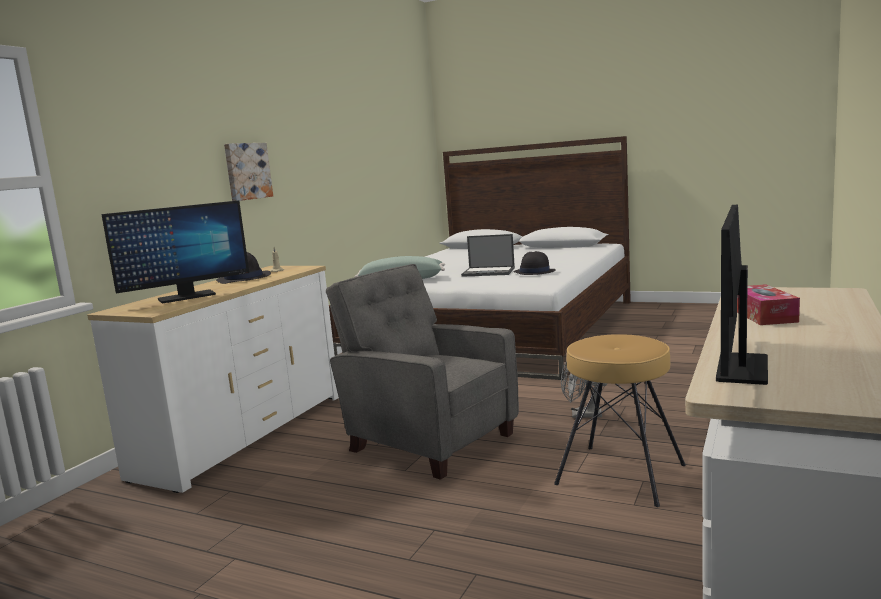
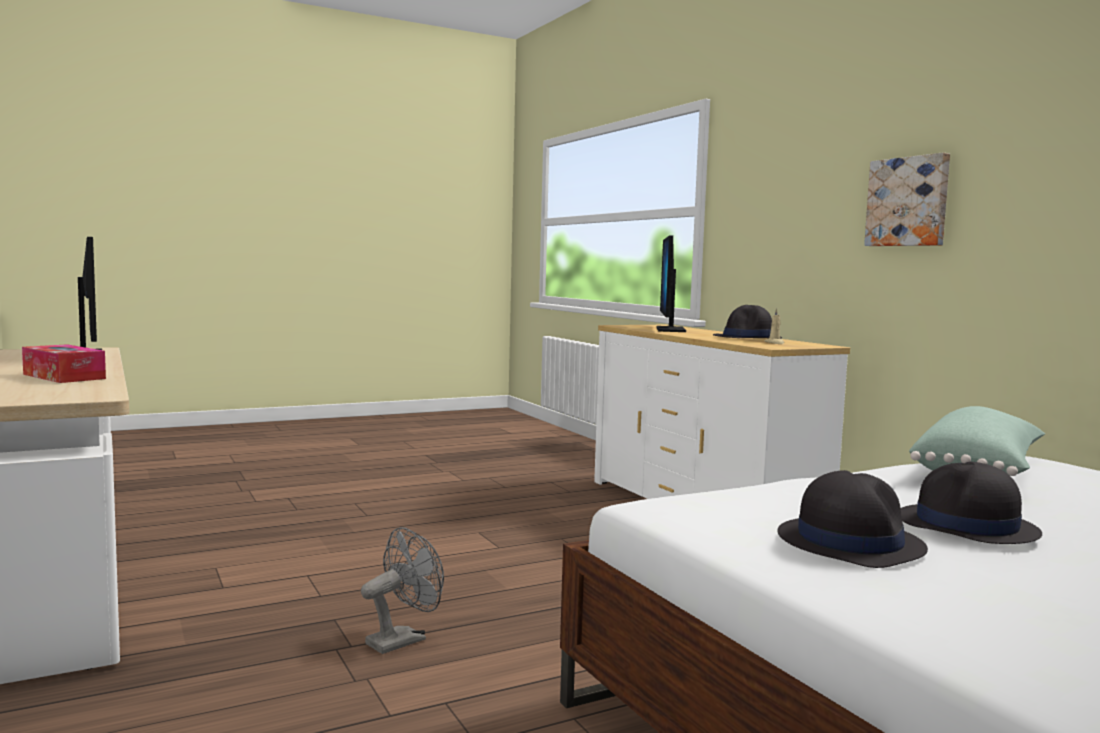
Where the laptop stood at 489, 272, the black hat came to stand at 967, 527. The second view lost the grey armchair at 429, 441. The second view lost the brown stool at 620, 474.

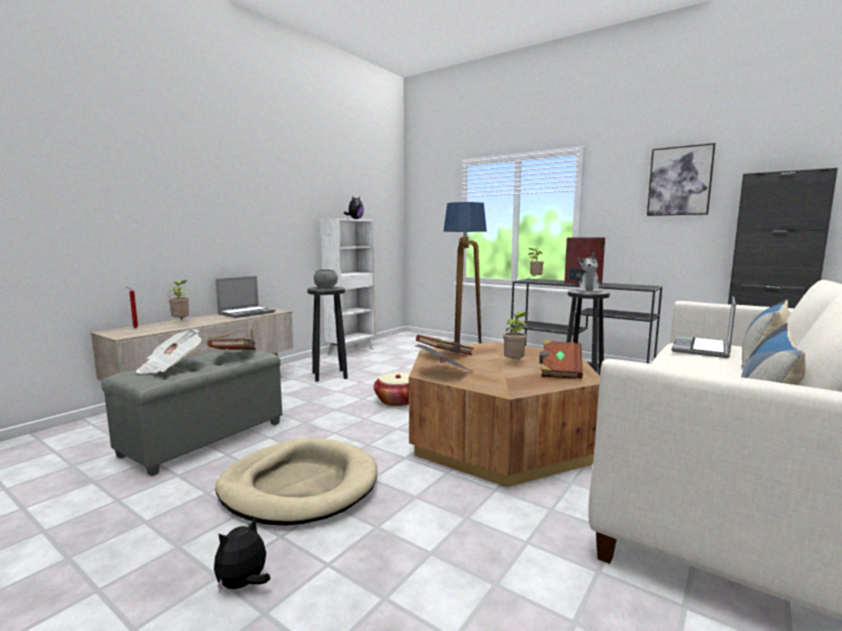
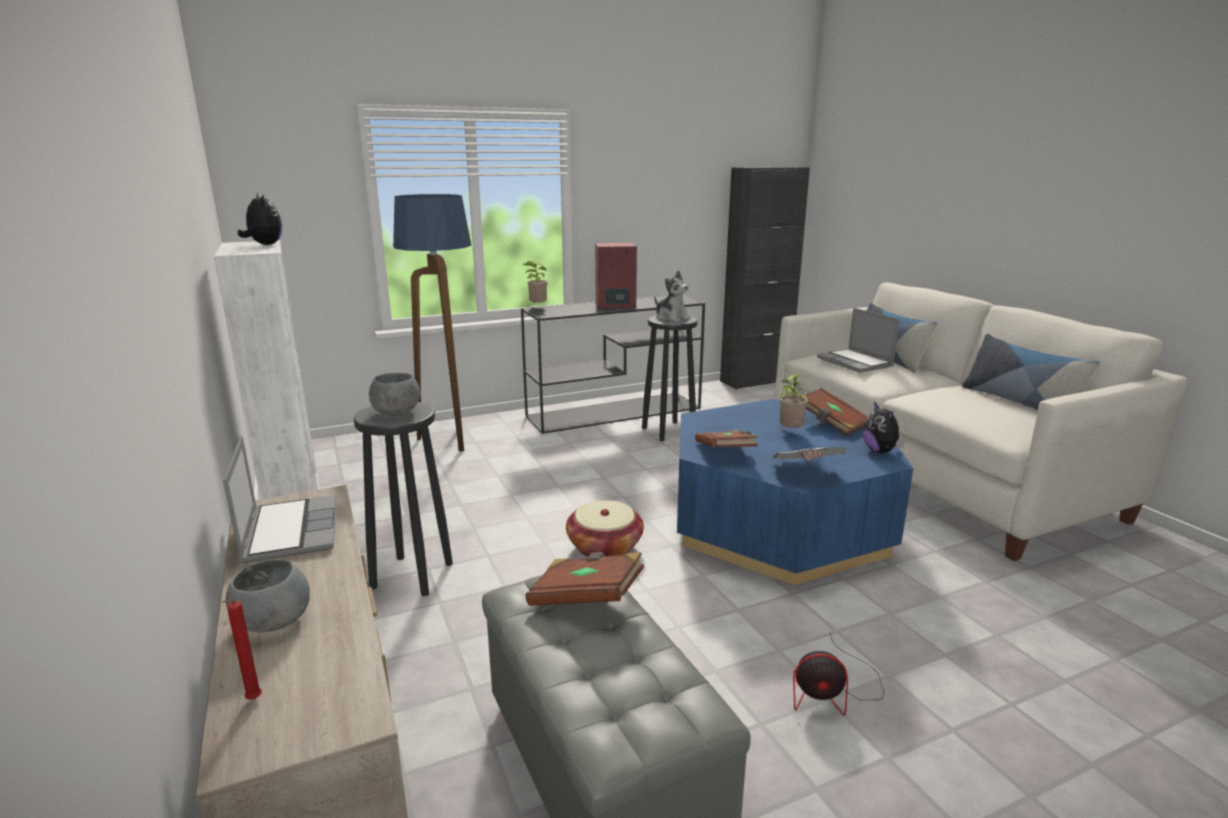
Where the potted plant stood at 181, 322, the grey bowl came to stand at 273, 622. What was the brown coffee table at 499, 438 turned into the blue coffee table at 778, 523. Where the beige dog bed stood at 299, 486, the fan came to stand at 832, 691. The plush toy ended up elsewhere, having gone from 243, 585 to 880, 451. The second view lost the newspaper at 170, 367. The second view lost the picture at 679, 181.

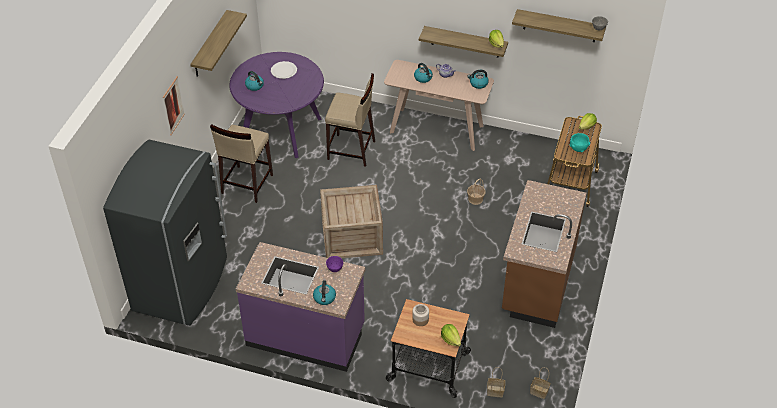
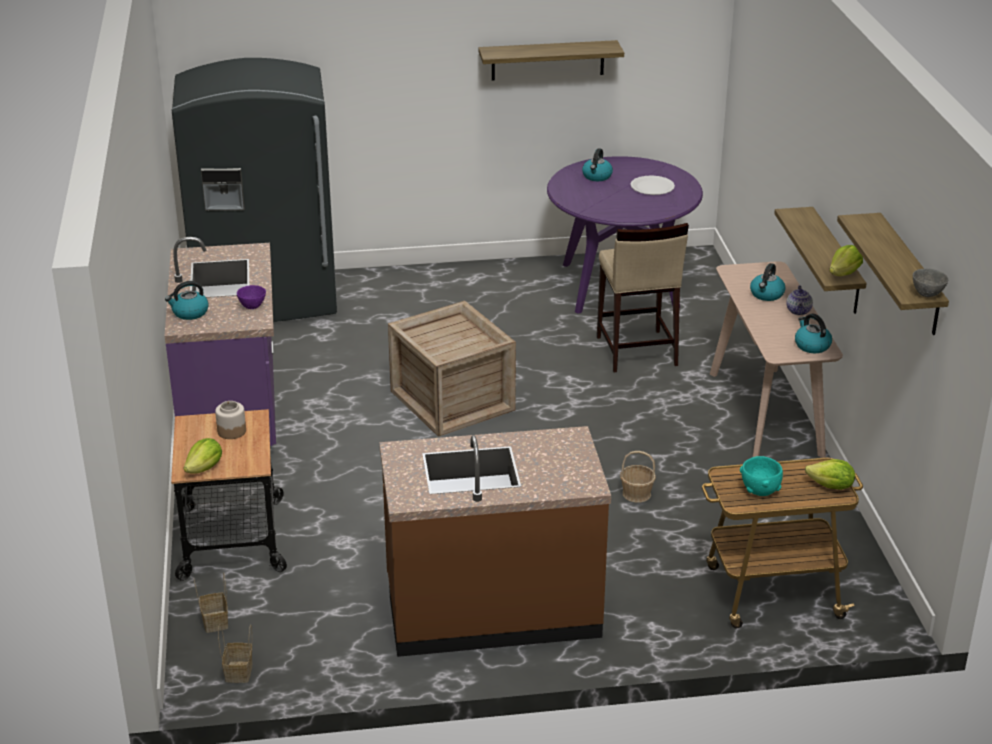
The second view lost the picture at 173, 105. The second view lost the beige stool at 246, 184.

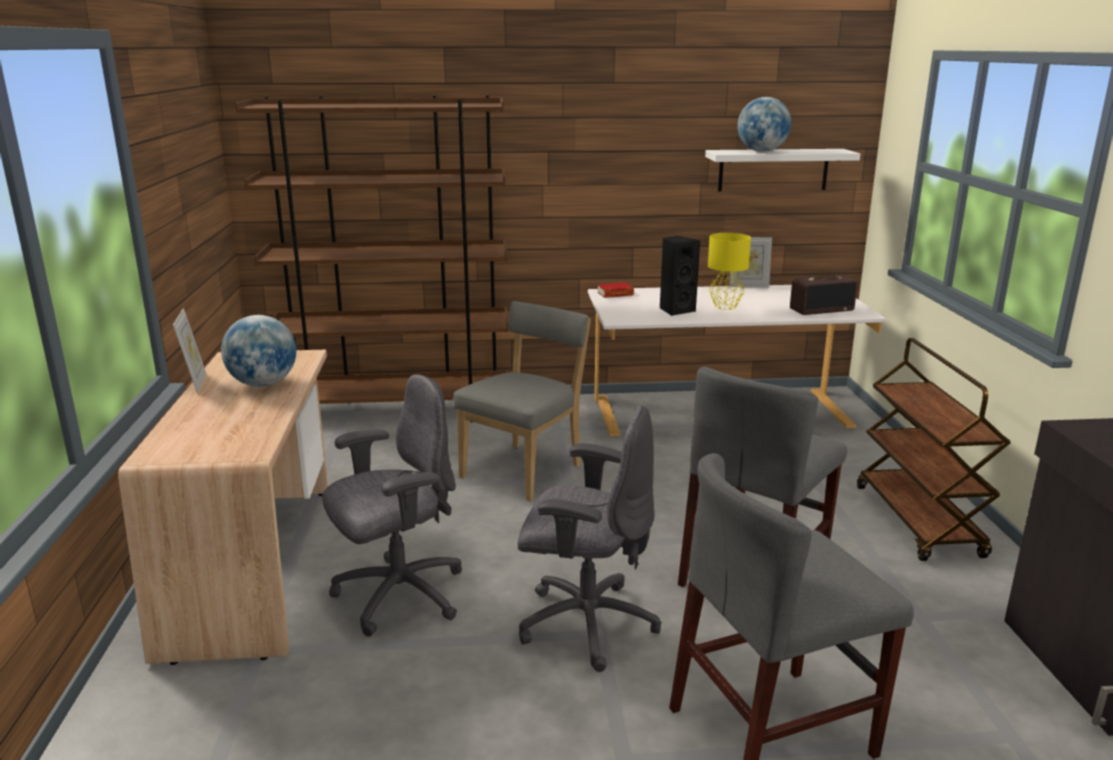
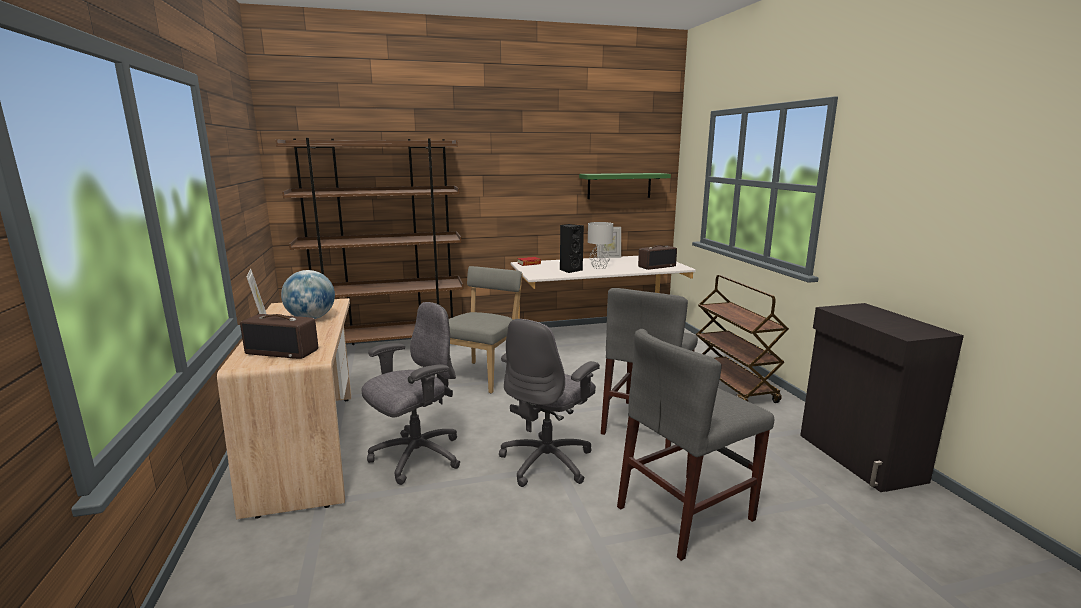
The second view gained the radio at 283, 352. The grey office chair at 585, 623 ended up facing another way, 120 degrees clockwise from before. What was the white shelf at 773, 170 turned into the green shelf at 619, 186. What was the yellow table lamp at 726, 306 turned into the grey table lamp at 599, 267. The second view lost the globe at 761, 151.

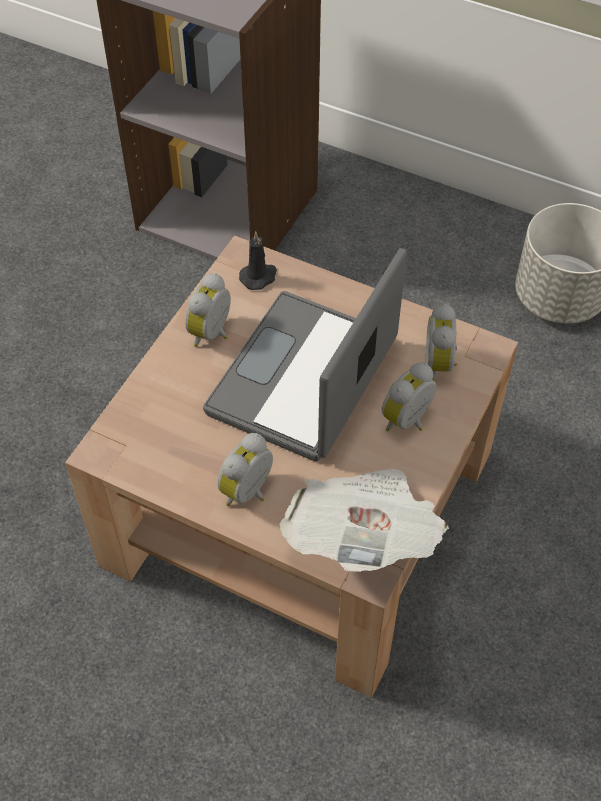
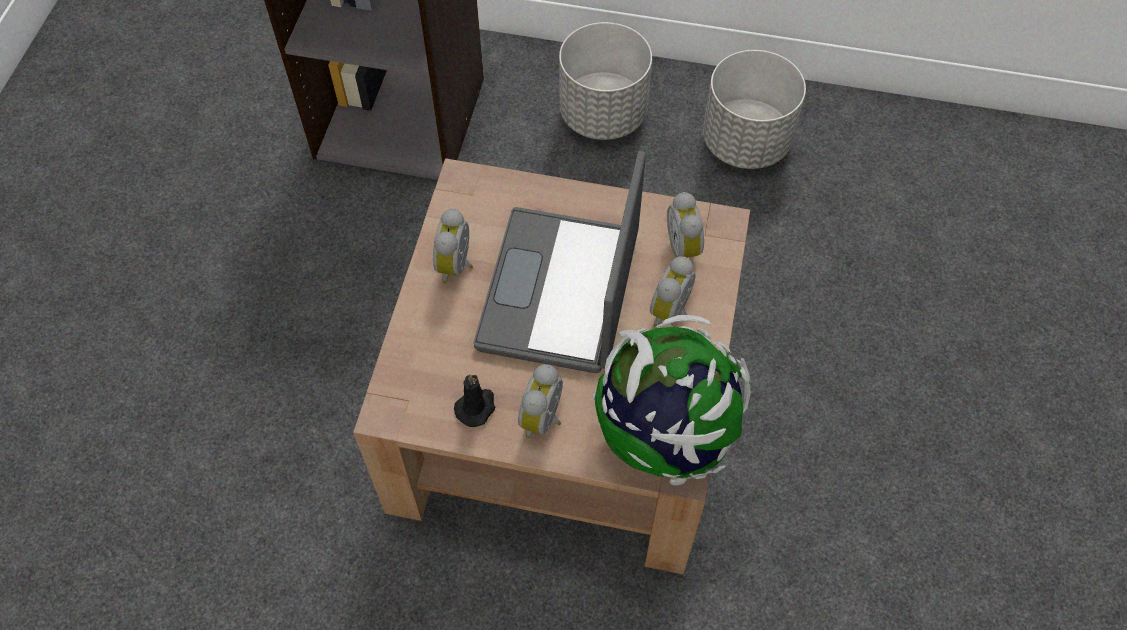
The black candle ended up elsewhere, having gone from 259, 276 to 476, 407. The second view gained the grey planter at 603, 114. Where the newspaper stood at 363, 536, the globe came to stand at 665, 436.

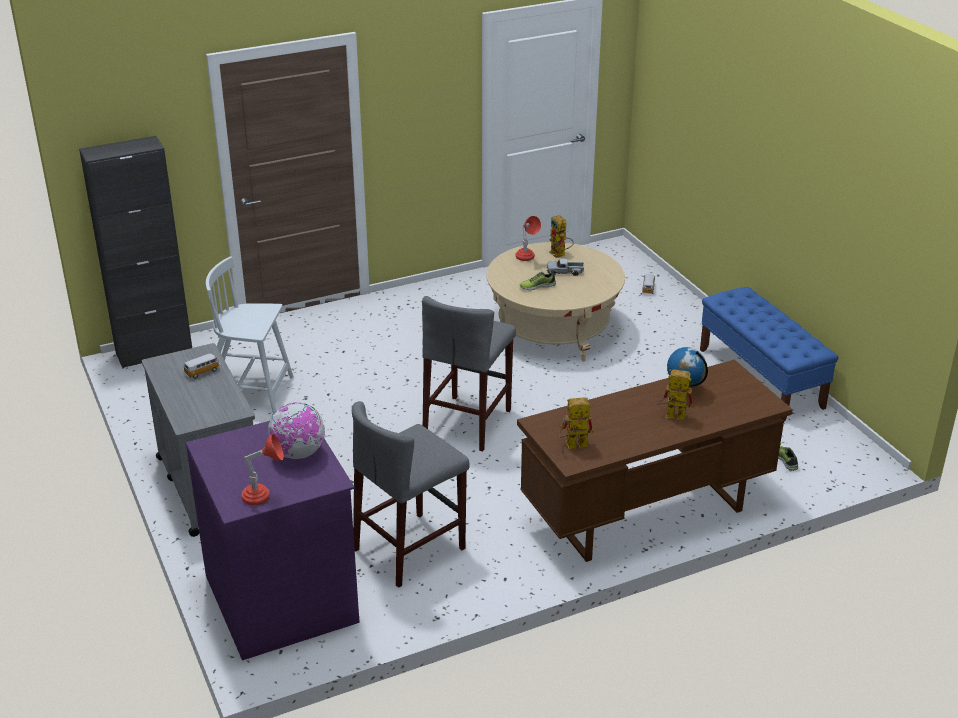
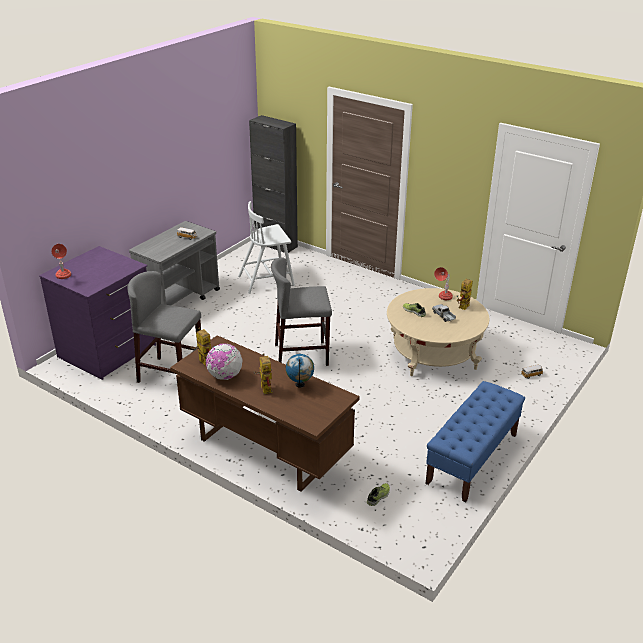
The globe ended up elsewhere, having gone from 298, 453 to 225, 376. The white chair at 248, 391 ended up facing another way, 90 degrees counterclockwise from before.

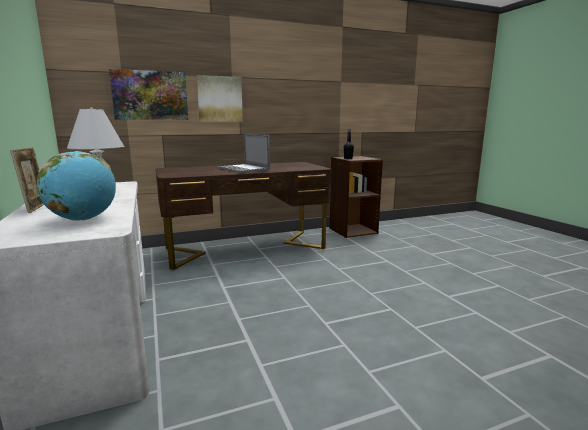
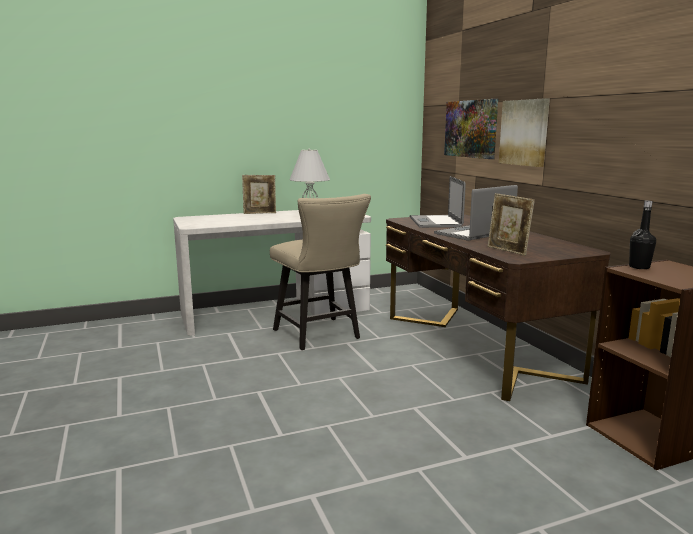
The second view gained the beige chair at 320, 336. The second view gained the laptop at 435, 222. The second view gained the picture frame at 507, 251. The second view lost the globe at 83, 219.

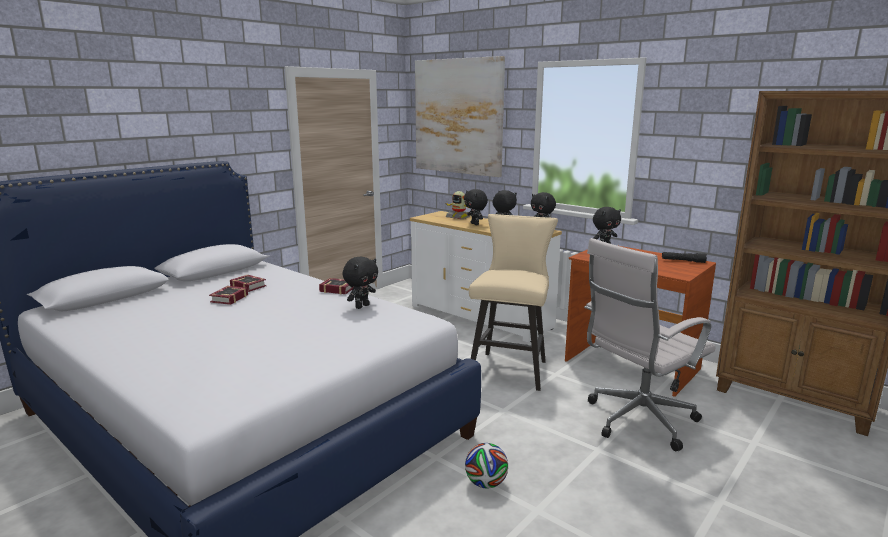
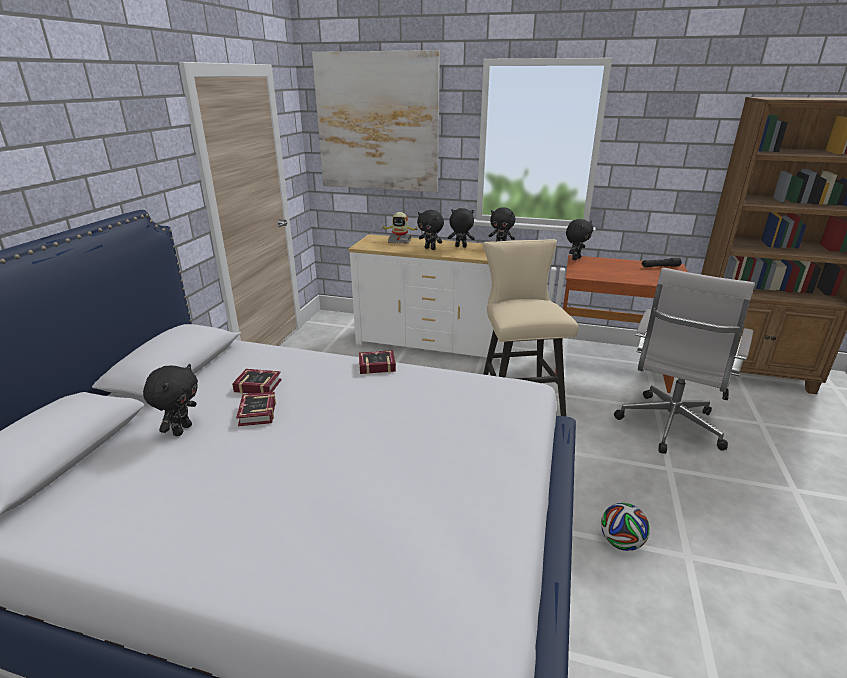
The black plush toy ended up elsewhere, having gone from 362, 306 to 182, 430.

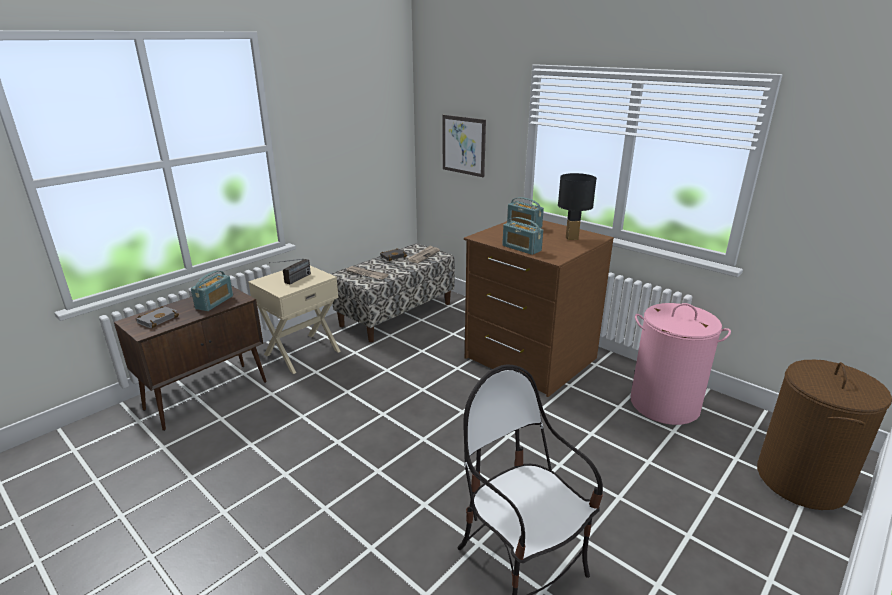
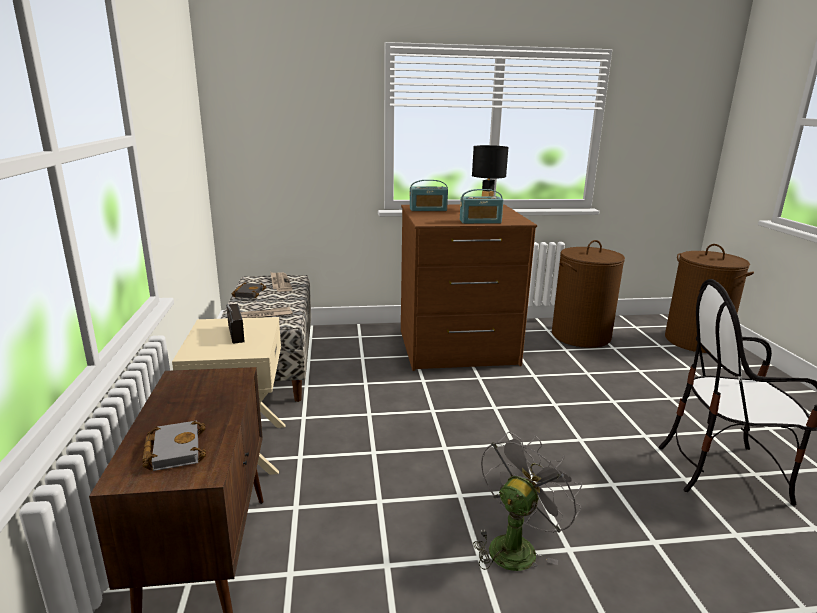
The second view gained the grey fan at 516, 545. What was the pink laundry basket at 664, 404 turned into the brown laundry basket at 581, 336. The second view lost the radio at 214, 302. The second view lost the picture at 463, 145.

